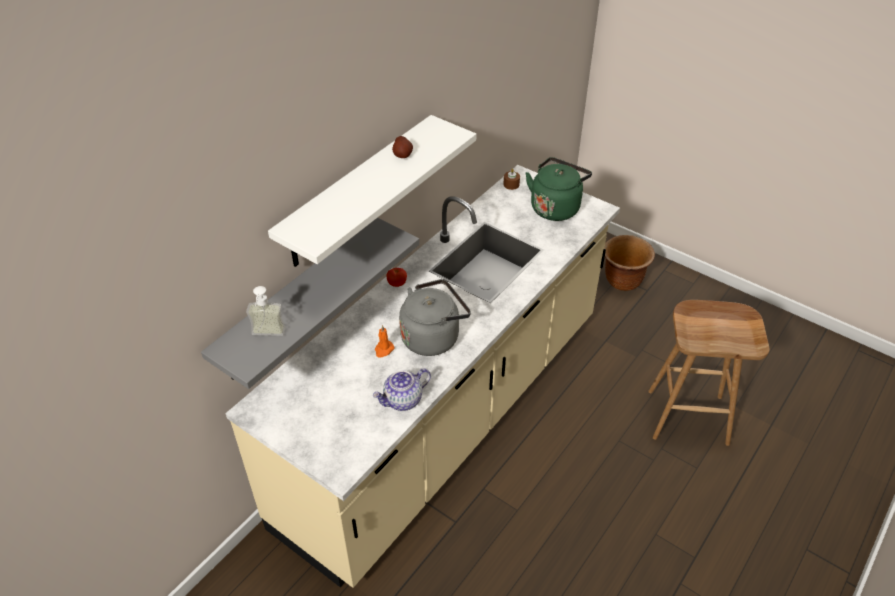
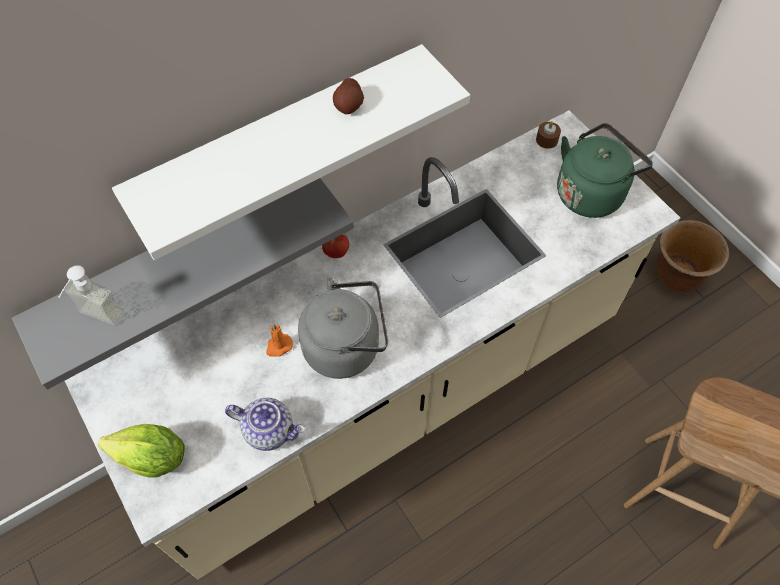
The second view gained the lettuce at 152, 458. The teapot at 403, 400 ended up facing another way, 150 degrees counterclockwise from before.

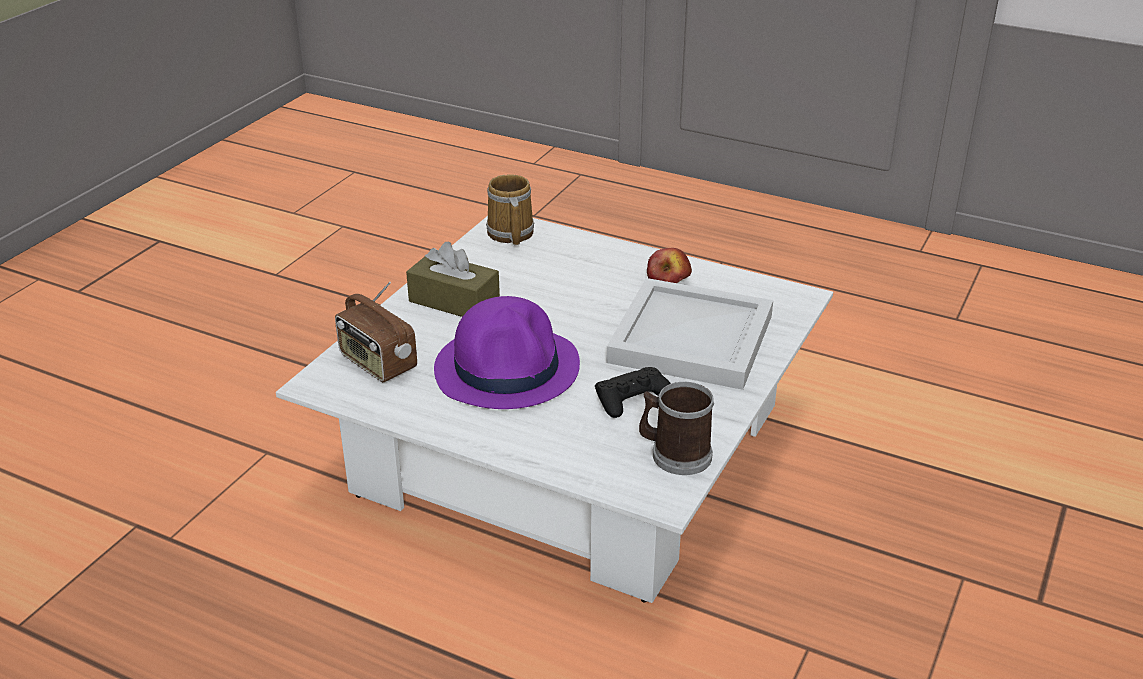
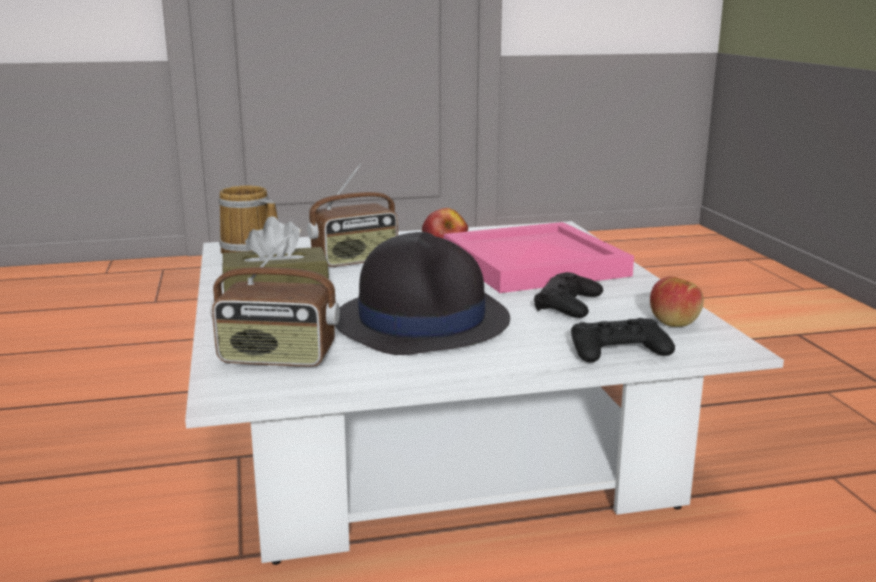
The second view gained the radio at 355, 261. What was the purple hat at 508, 368 turned into the black hat at 422, 321. What was the white tray at 689, 337 turned into the pink tray at 530, 263. The second view gained the black game controller at 618, 351. Where the mug stood at 675, 454, the apple came to stand at 674, 322.

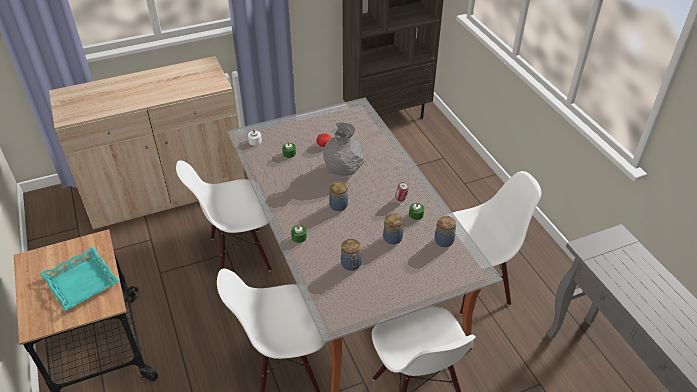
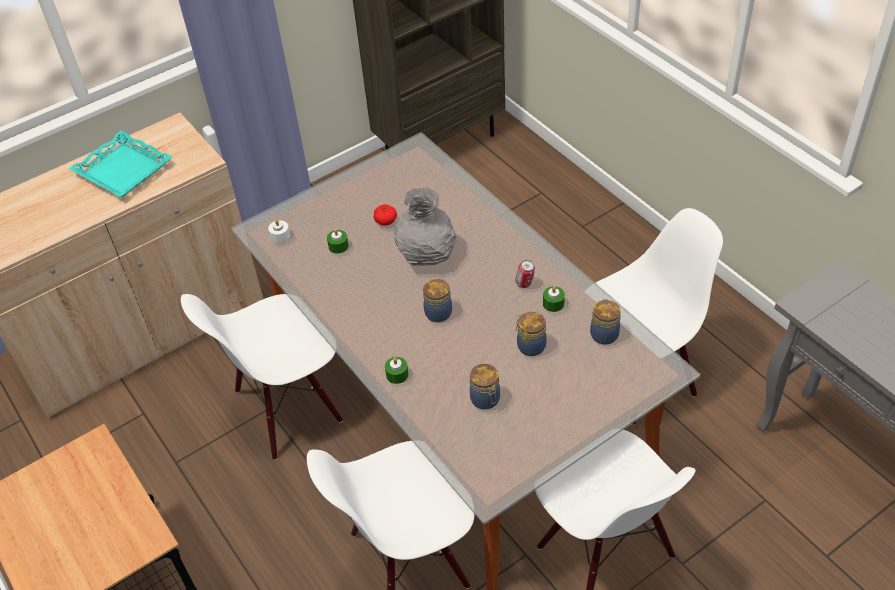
The turquoise tray ended up elsewhere, having gone from 81, 282 to 122, 170.

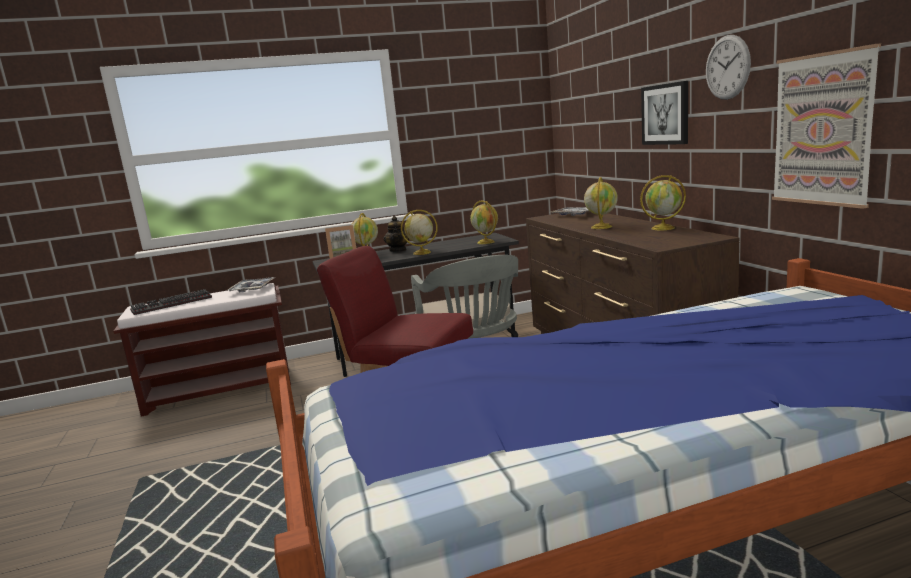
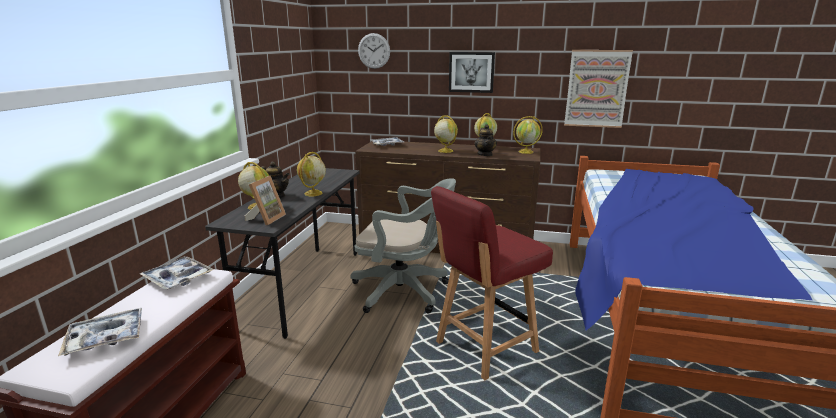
Where the keyboard stood at 171, 304, the tray came to stand at 106, 338. The wall clock ended up elsewhere, having gone from 727, 67 to 374, 51. The second view gained the teapot at 485, 154. The globe ended up elsewhere, having gone from 486, 242 to 526, 152.

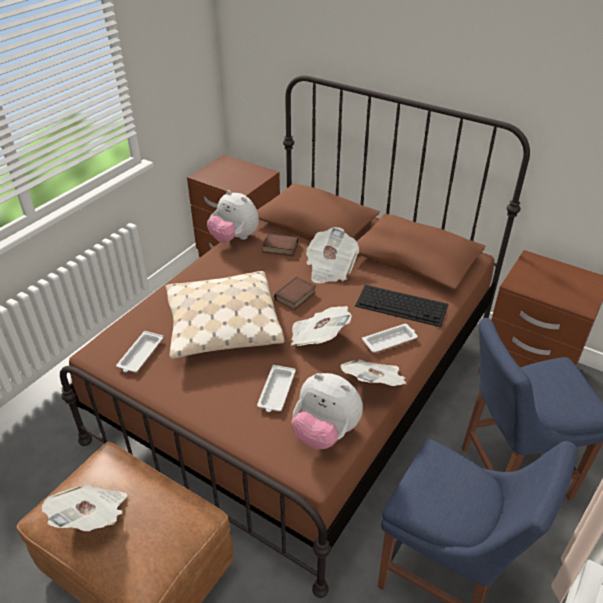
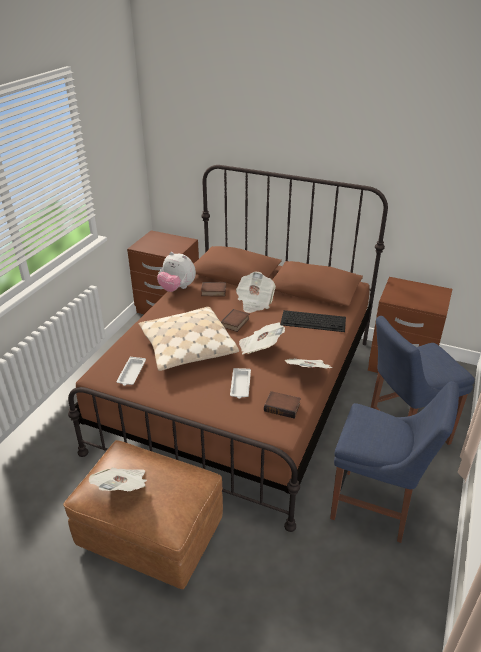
Where the plush toy stood at 325, 432, the book came to stand at 283, 407. The second view lost the white tray at 390, 340.

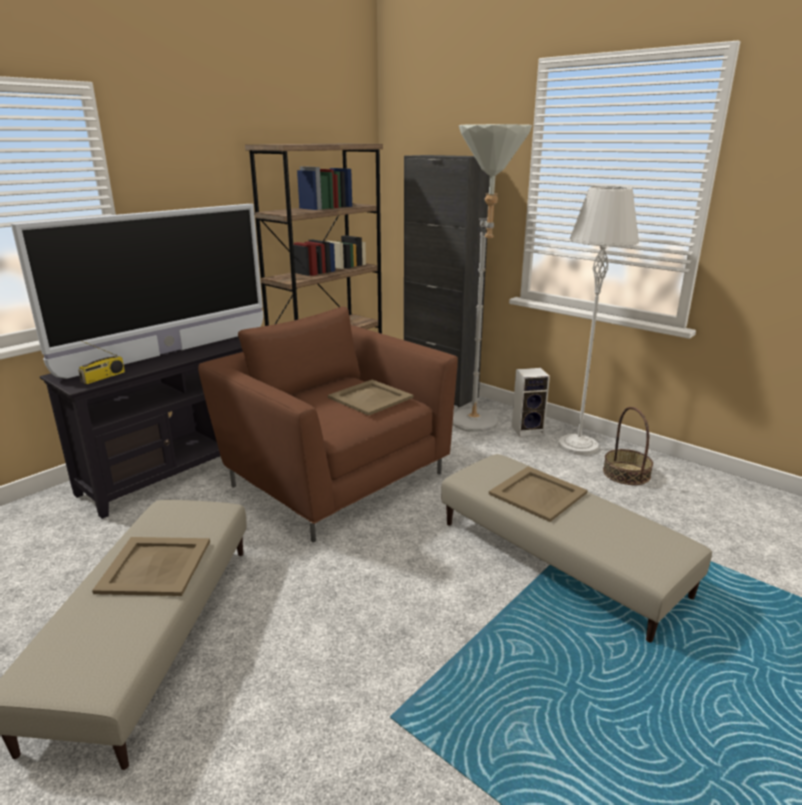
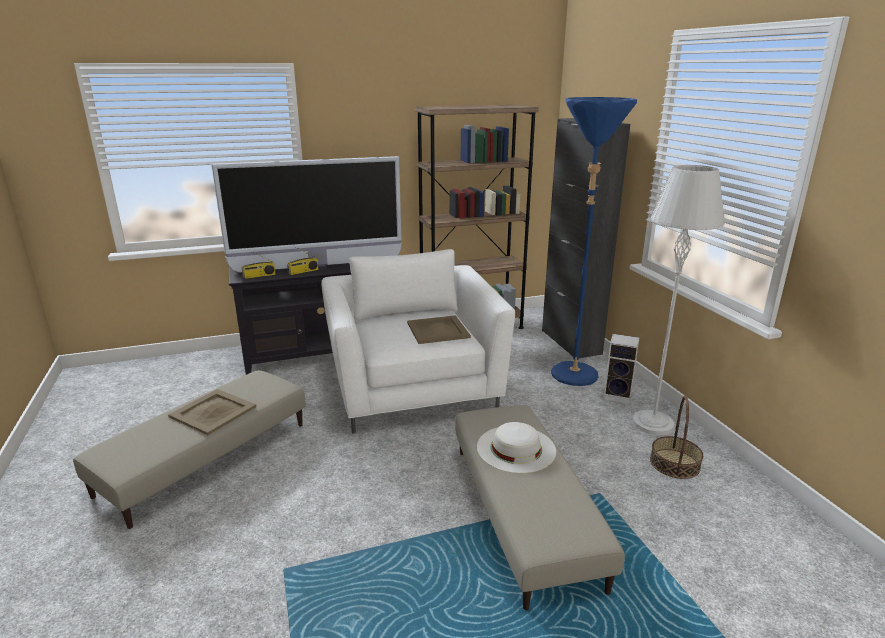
The second view gained the radio at 303, 271. What was the brown armchair at 334, 477 turned into the white armchair at 414, 390. Where the beige tray stood at 538, 494, the white hat came to stand at 516, 448. What was the grey floor lamp at 477, 426 turned into the blue floor lamp at 573, 380.

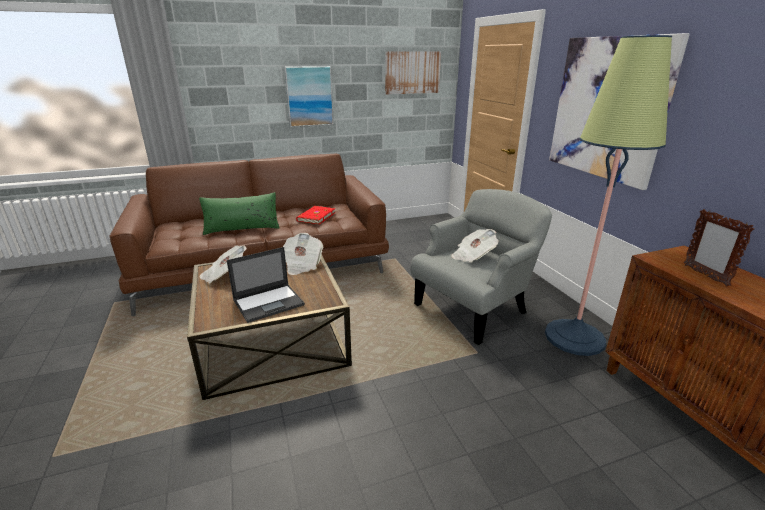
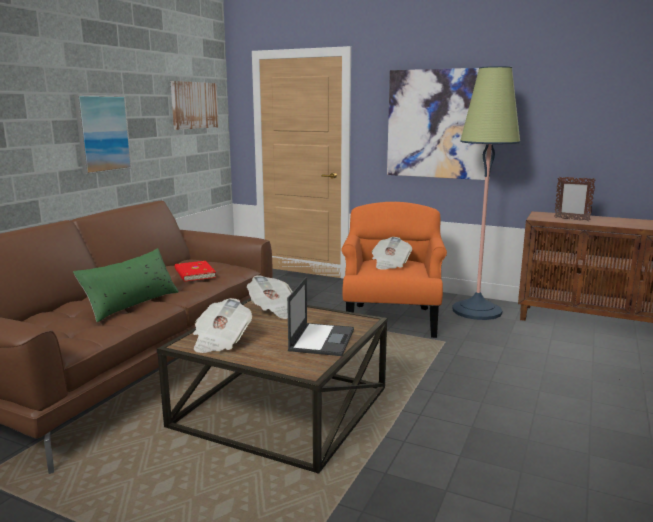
What was the grey armchair at 473, 308 turned into the orange armchair at 391, 319.

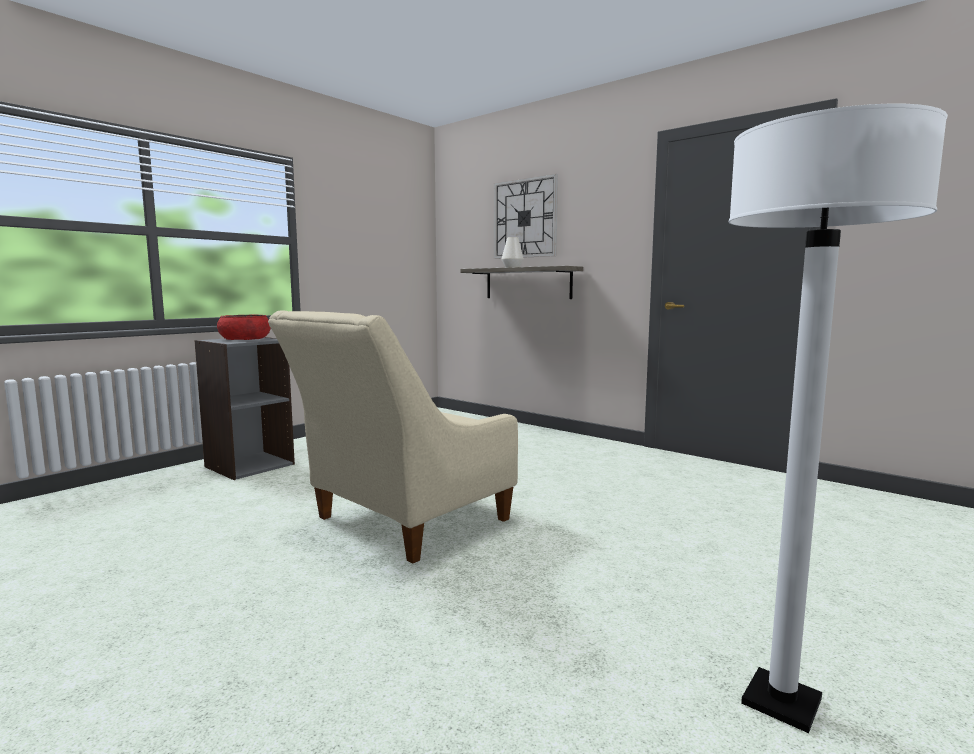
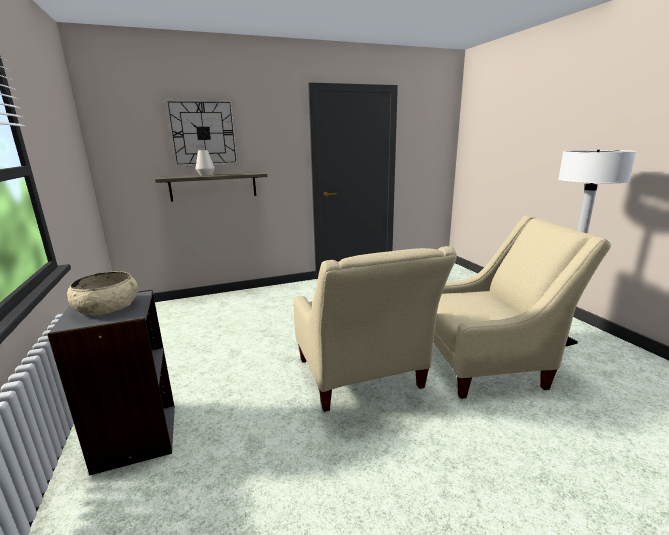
What was the red bowl at 245, 339 turned into the beige bowl at 107, 307. The second view gained the beige armchair at 489, 363.

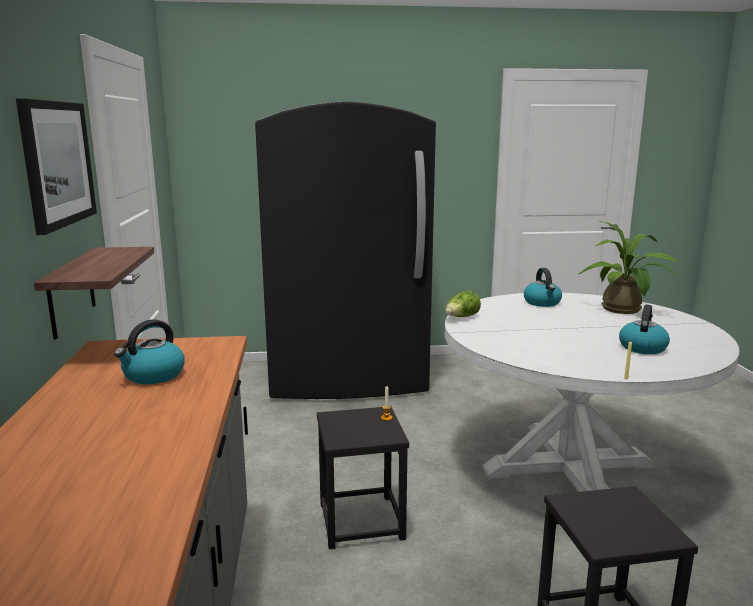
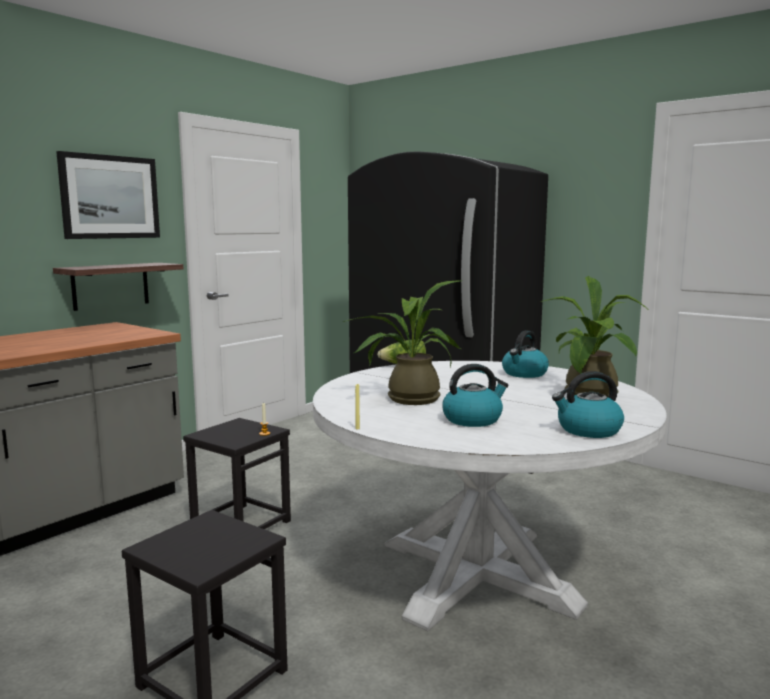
The second view gained the potted plant at 406, 399. The kettle ended up elsewhere, having gone from 153, 375 to 588, 430.

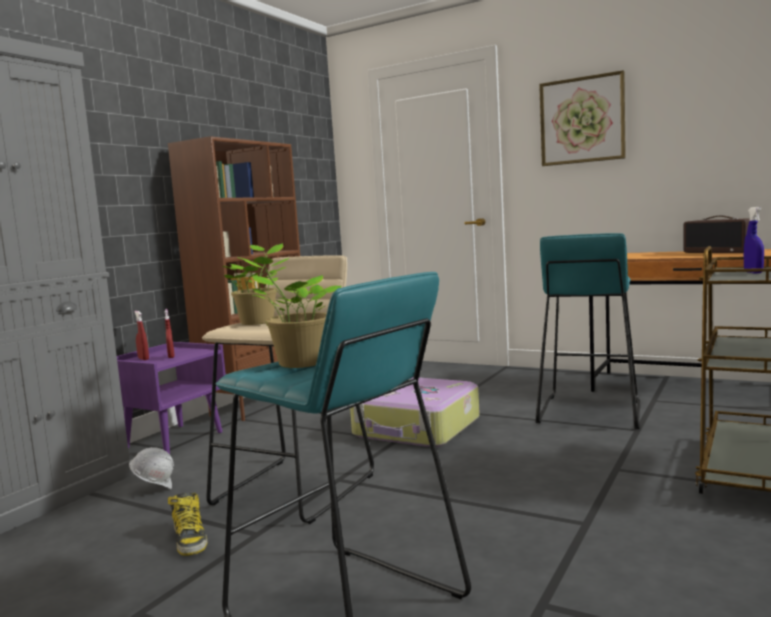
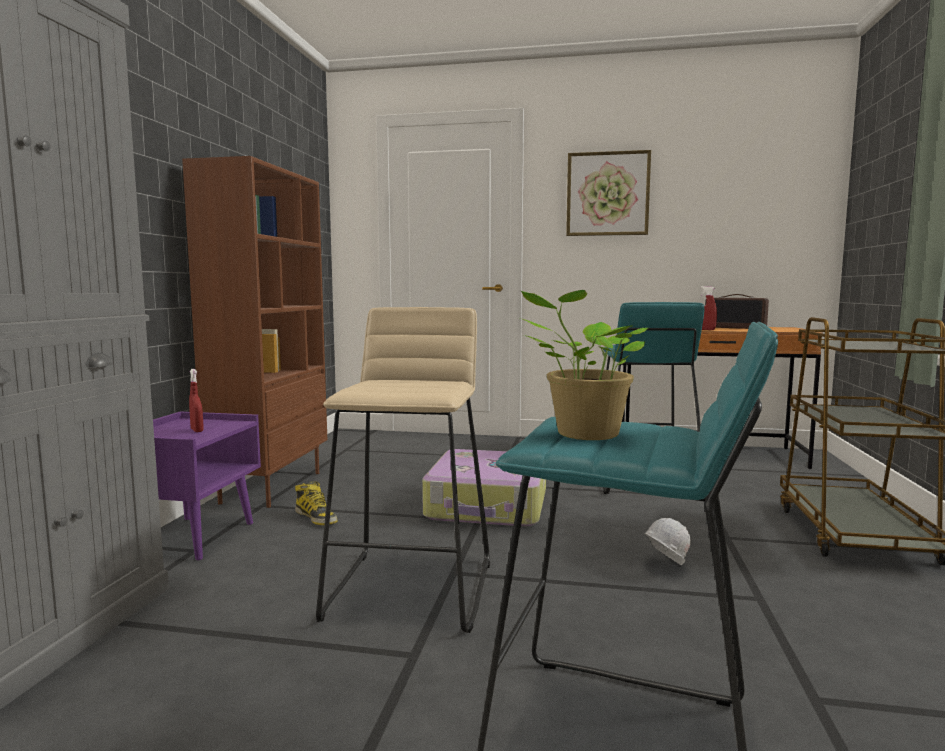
The boot ended up elsewhere, having gone from 190, 539 to 316, 517. The white hard hat ended up elsewhere, having gone from 155, 489 to 664, 567. The red spray bottle ended up elsewhere, having gone from 143, 359 to 706, 330. The second view lost the potted plant at 259, 322. The second view lost the blue spray bottle at 753, 272.

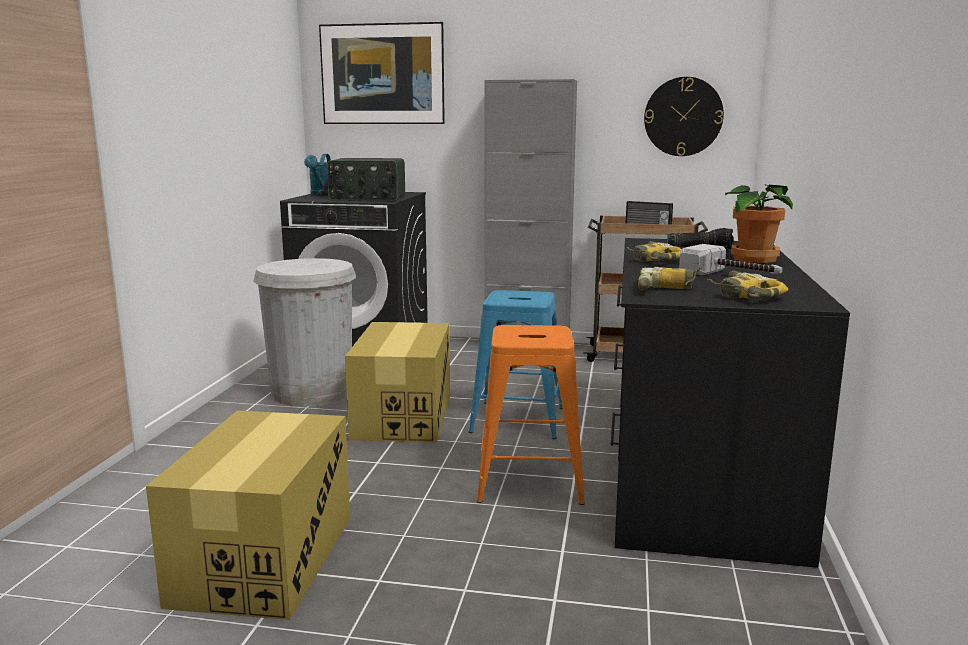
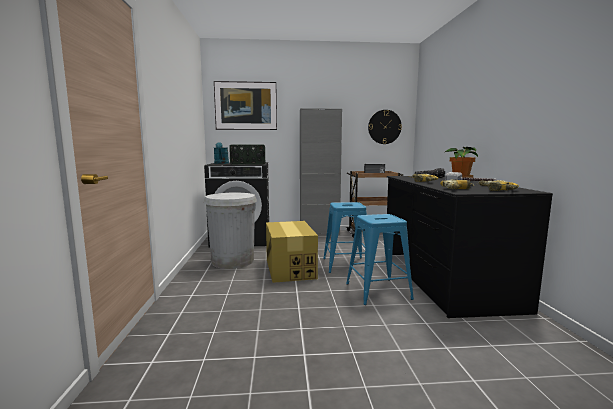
What was the orange stool at 529, 480 turned into the blue stool at 378, 291. The second view lost the cardboard box at 264, 559.

